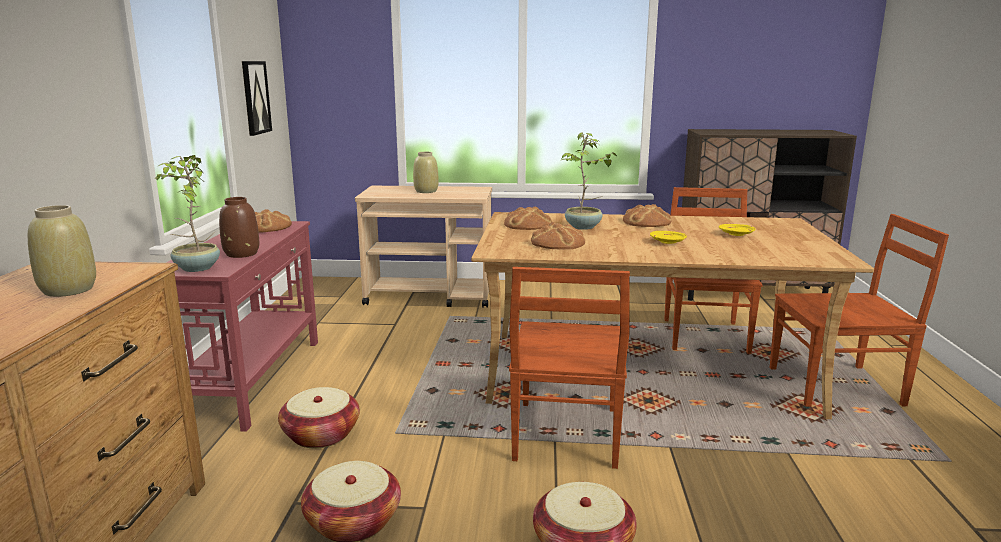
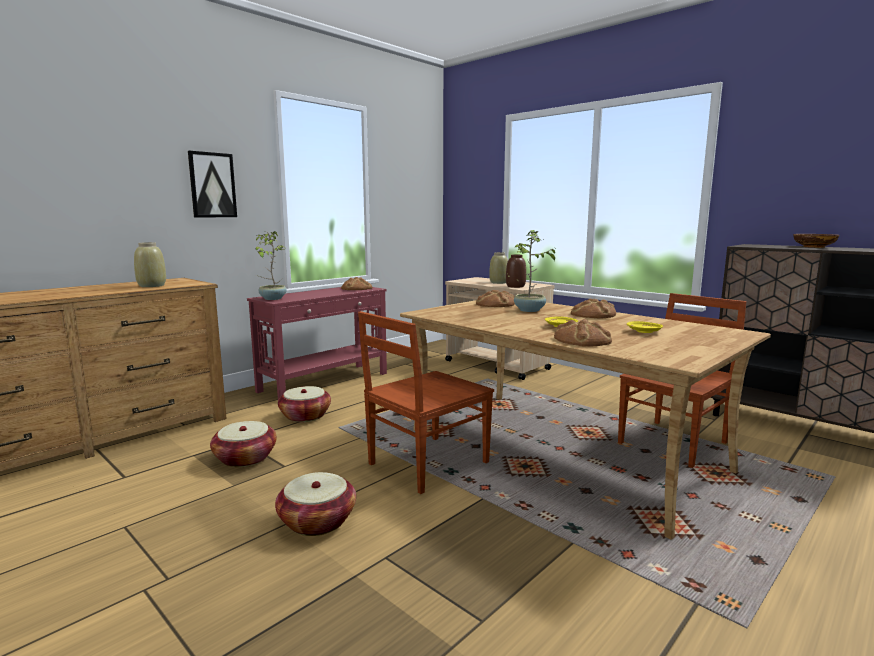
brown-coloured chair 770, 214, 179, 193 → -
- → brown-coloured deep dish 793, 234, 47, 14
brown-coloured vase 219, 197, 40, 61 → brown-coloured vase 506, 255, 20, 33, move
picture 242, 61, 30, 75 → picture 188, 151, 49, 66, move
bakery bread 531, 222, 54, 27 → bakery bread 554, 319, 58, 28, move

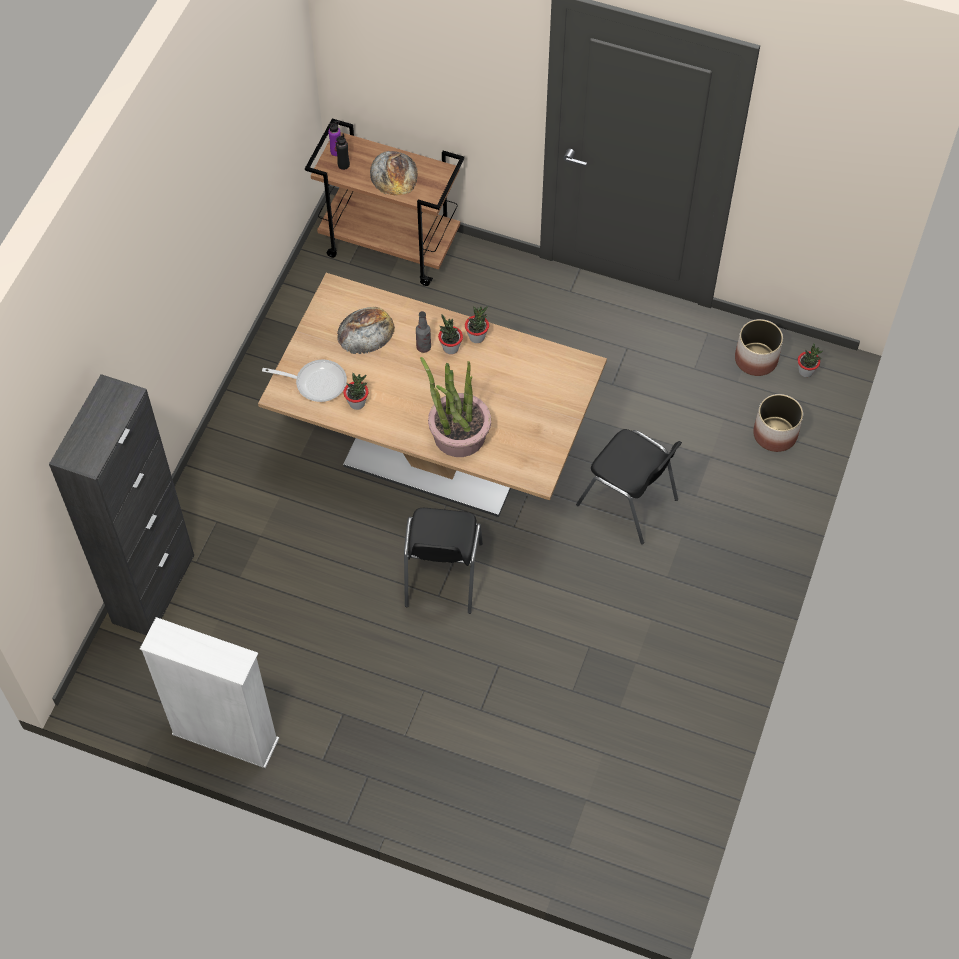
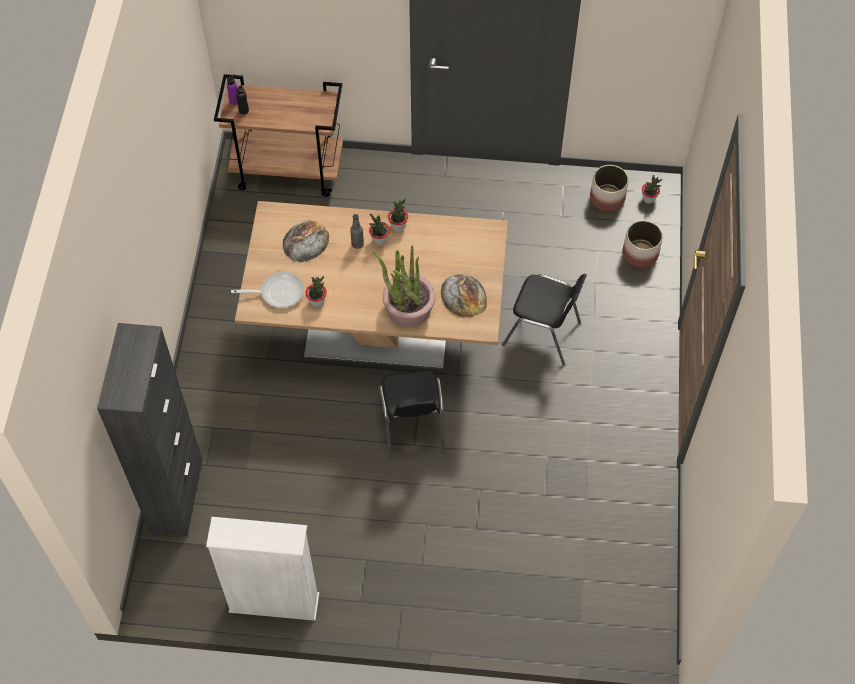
bakery bread 370, 151, 48, 44 → bakery bread 441, 274, 46, 43, move

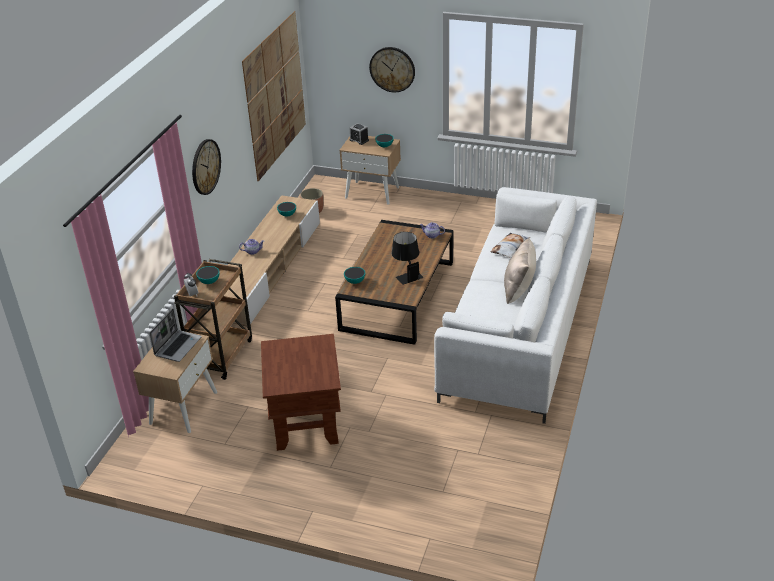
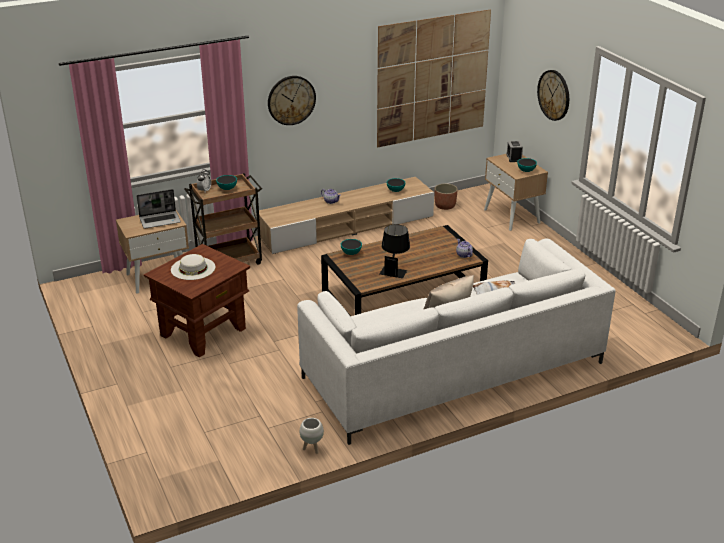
- → white-coloured wearable hat 171, 254, 44, 26
- → white-coloured planter 300, 418, 24, 36

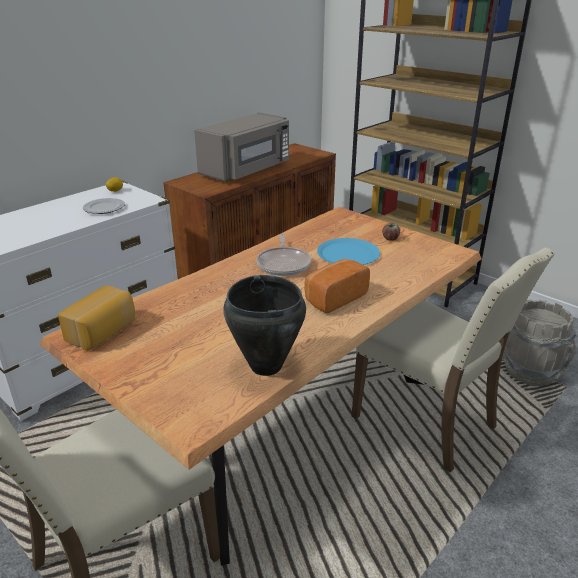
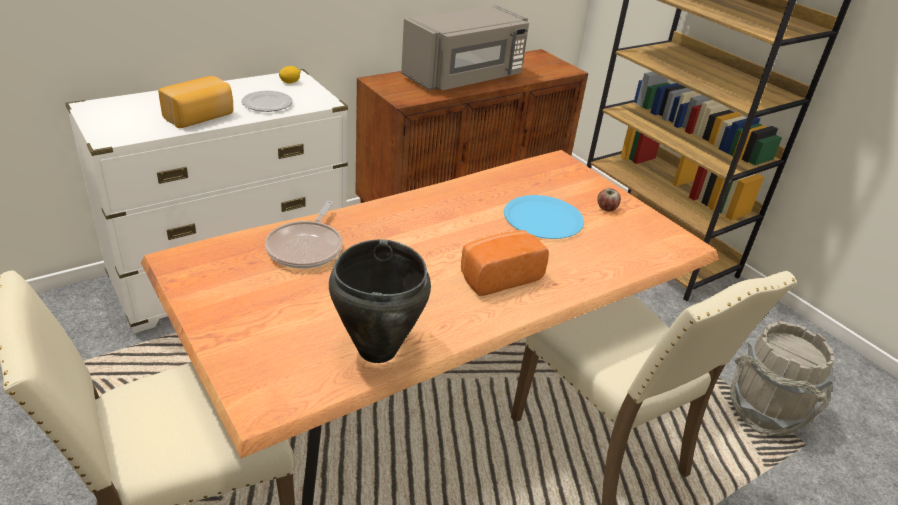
bakery bread 58, 286, 77, 65 → bakery bread 158, 76, 75, 52, move
pan 256, 234, 55, 42 → pan 265, 201, 78, 68, move

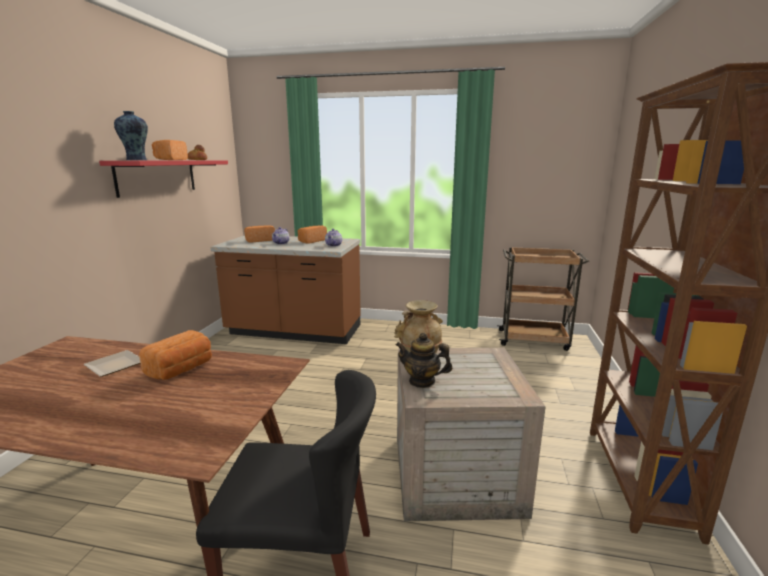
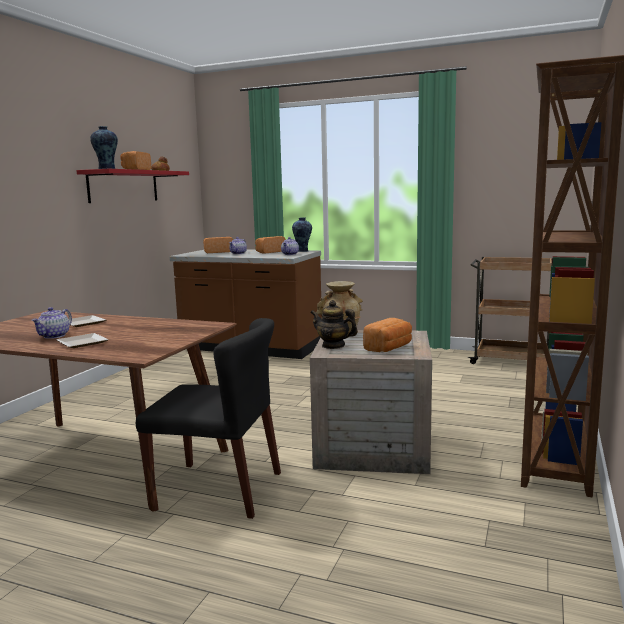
- → teapot 31, 307, 41, 32
- → flat dish 57, 333, 52, 15
- → vase 292, 217, 20, 35
bakery bread 139, 330, 73, 50 → bakery bread 363, 318, 49, 34, move

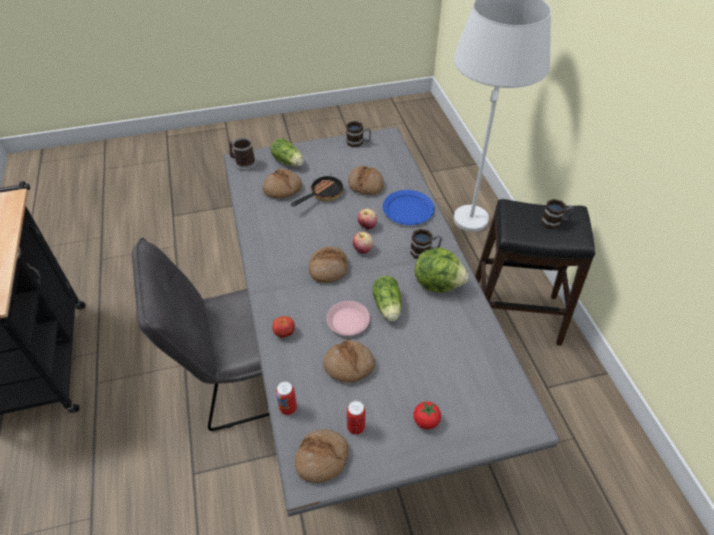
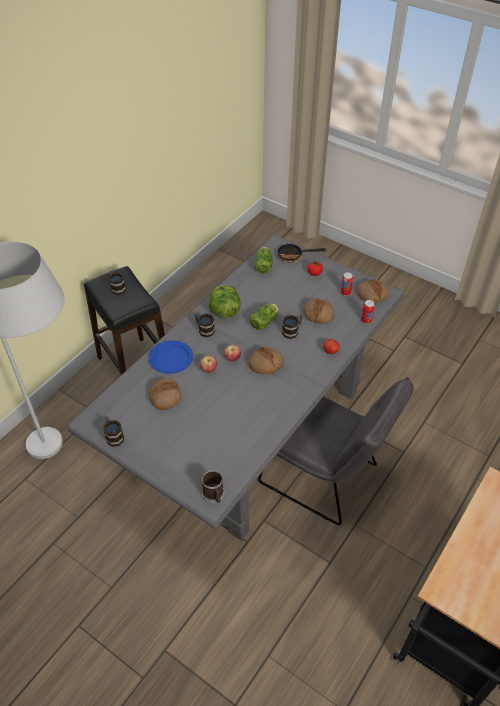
bakery bread 262, 169, 40, 29 → -
head of lettuce 271, 138, 33, 29 → head of lettuce 254, 247, 18, 26, move
pan 291, 170, 52, 36 → pan 277, 243, 49, 20, move
pink-coloured flat dish 327, 301, 43, 35 → coffee mug 282, 315, 20, 24

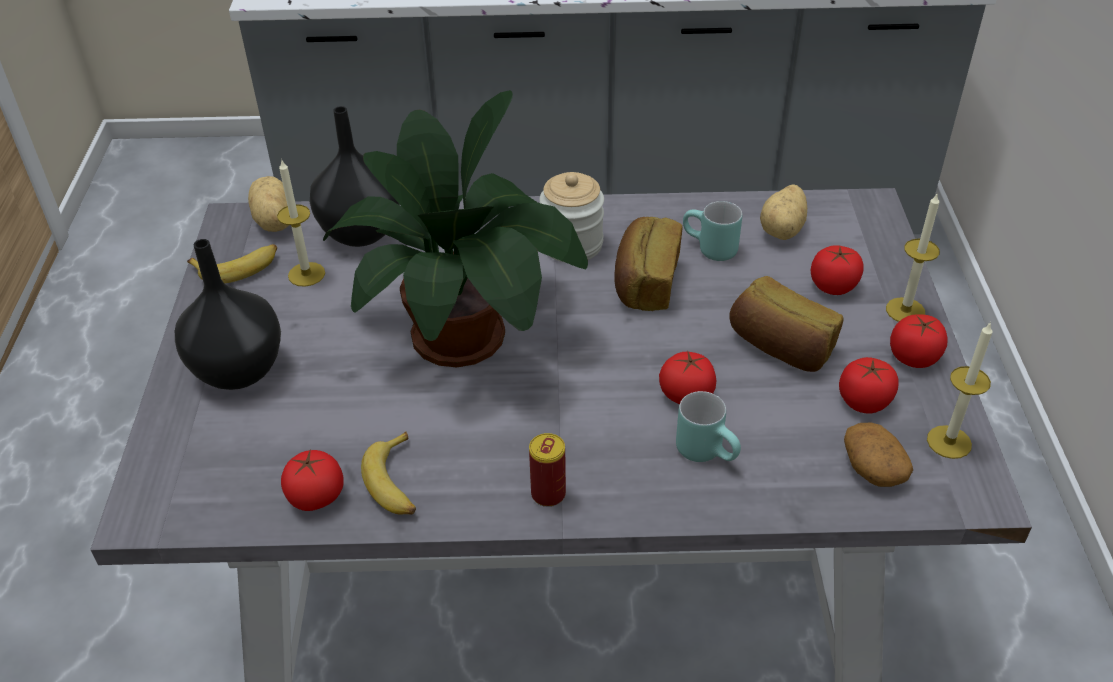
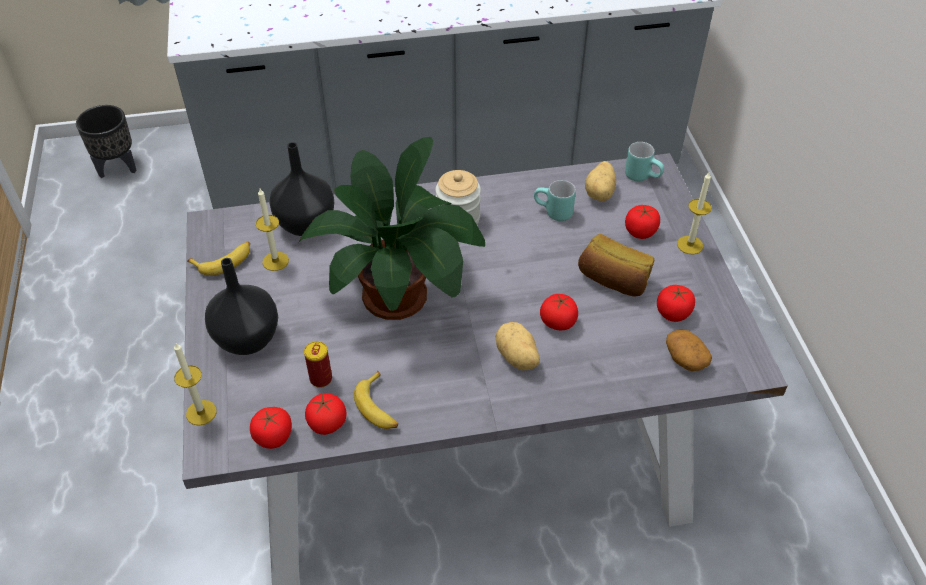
bakery bread 614, 217, 69, 94 → -
- → black planter 76, 105, 61, 73
whole potato 248, 176, 41, 56 → whole potato 495, 322, 45, 49, move
sealed can 529, 433, 37, 74 → sealed can 304, 341, 28, 47, move
turquoise coffee mug 676, 391, 65, 71 → turquoise coffee mug 625, 142, 39, 40, move
fresh tomato 890, 314, 58, 54 → fresh tomato 250, 407, 42, 42, move
wax candle 927, 322, 66, 137 → wax candle 174, 342, 43, 84, move

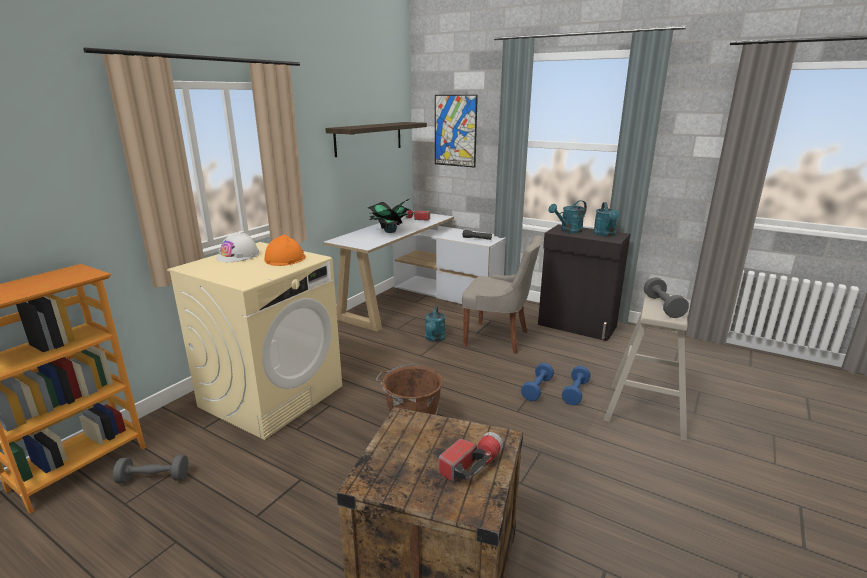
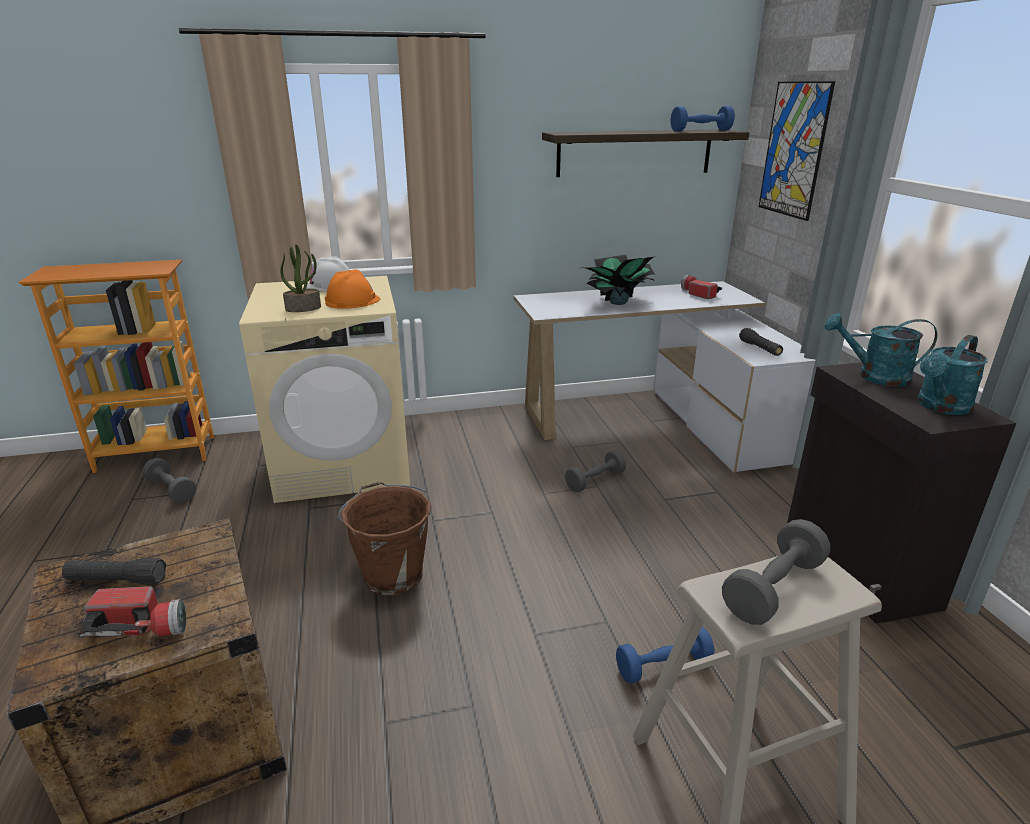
greyish chair 462, 235, 80, 119 → -
- → black torch 62, 558, 104, 27
- → potted plant 280, 244, 41, 68
blue-coloured dumbbell 521, 363, 33, 38 → blue-coloured dumbbell 670, 106, 65, 26, move
turquoise watering can 425, 306, 21, 36 → greyish dumbbell 565, 450, 61, 42

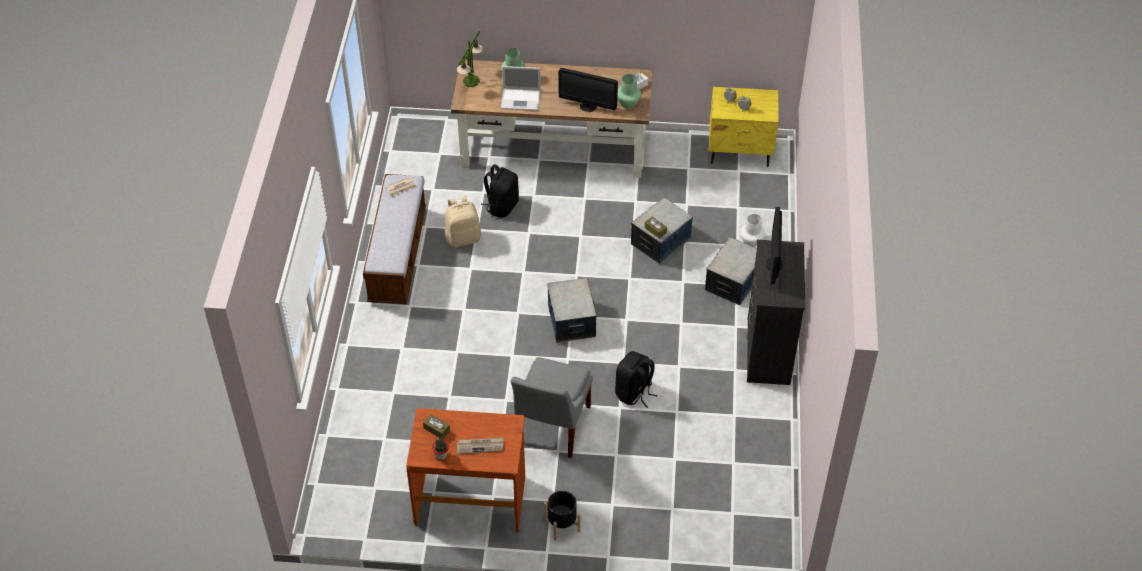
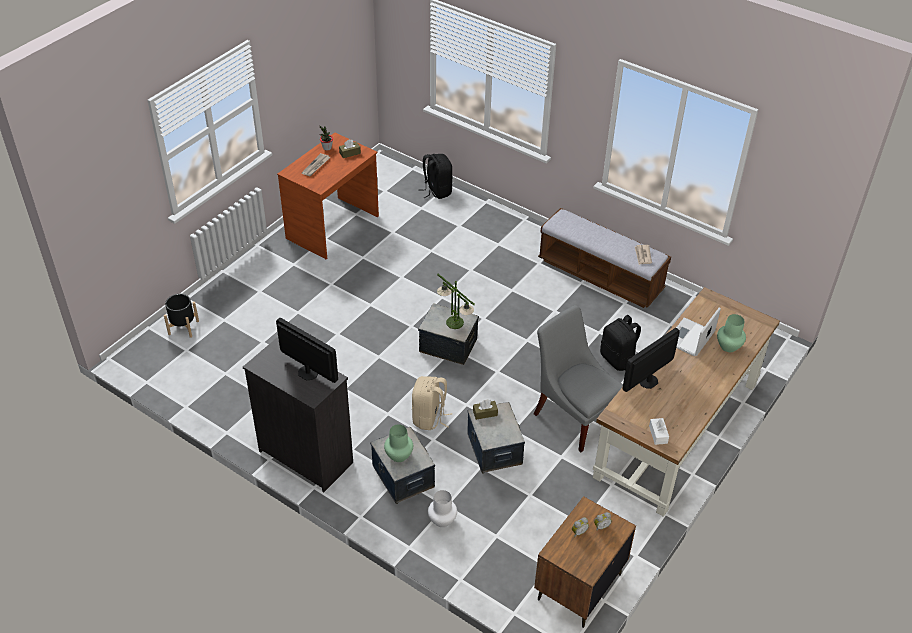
beige rucksack 445, 195, 36, 53 → beige rucksack 412, 376, 41, 54, move
lamp for a table 457, 31, 26, 56 → lamp for a table 437, 274, 38, 55, move
greyish chair 511, 357, 82, 101 → greyish chair 534, 305, 89, 147, move
black planter 544, 491, 37, 50 → black planter 164, 294, 35, 44, move
black rucksack 615, 351, 43, 57 → black rucksack 423, 154, 30, 45, move
green-coloured vase 617, 74, 24, 35 → green-coloured vase 384, 424, 29, 38, move
yellow-coloured nightstand 709, 87, 70, 80 → brown-coloured nightstand 534, 496, 102, 132

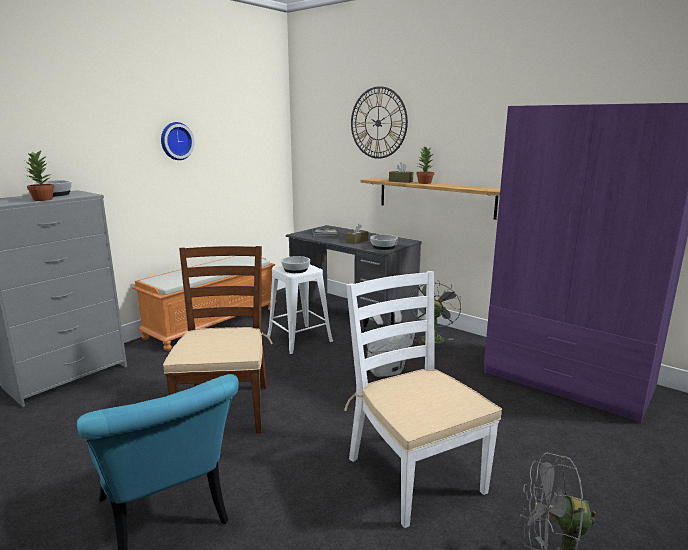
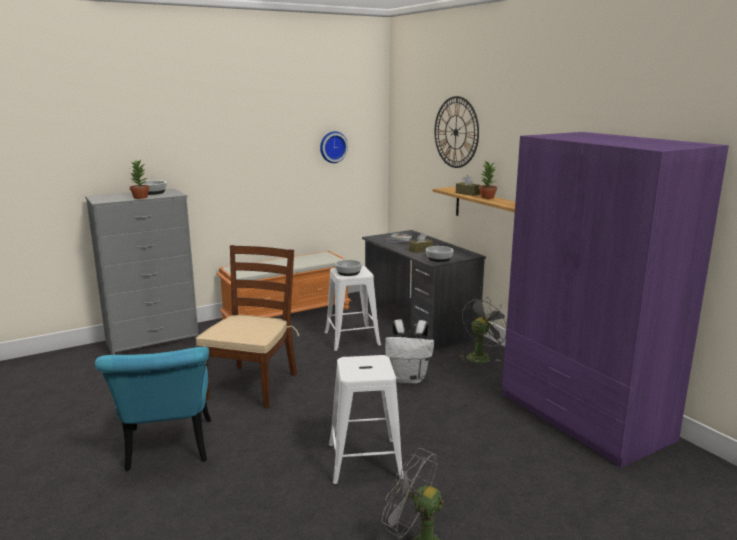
wall clock 161, 122, 33, 38 → wall clock 320, 131, 28, 32, move
white-coloured chair 344, 271, 158, 257 → white-coloured stool 329, 355, 75, 130

